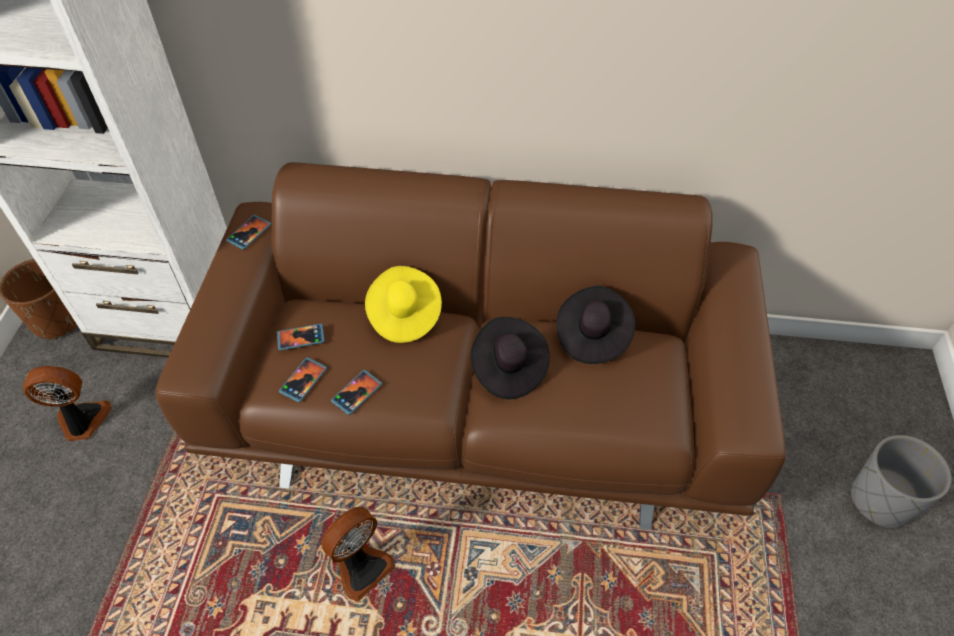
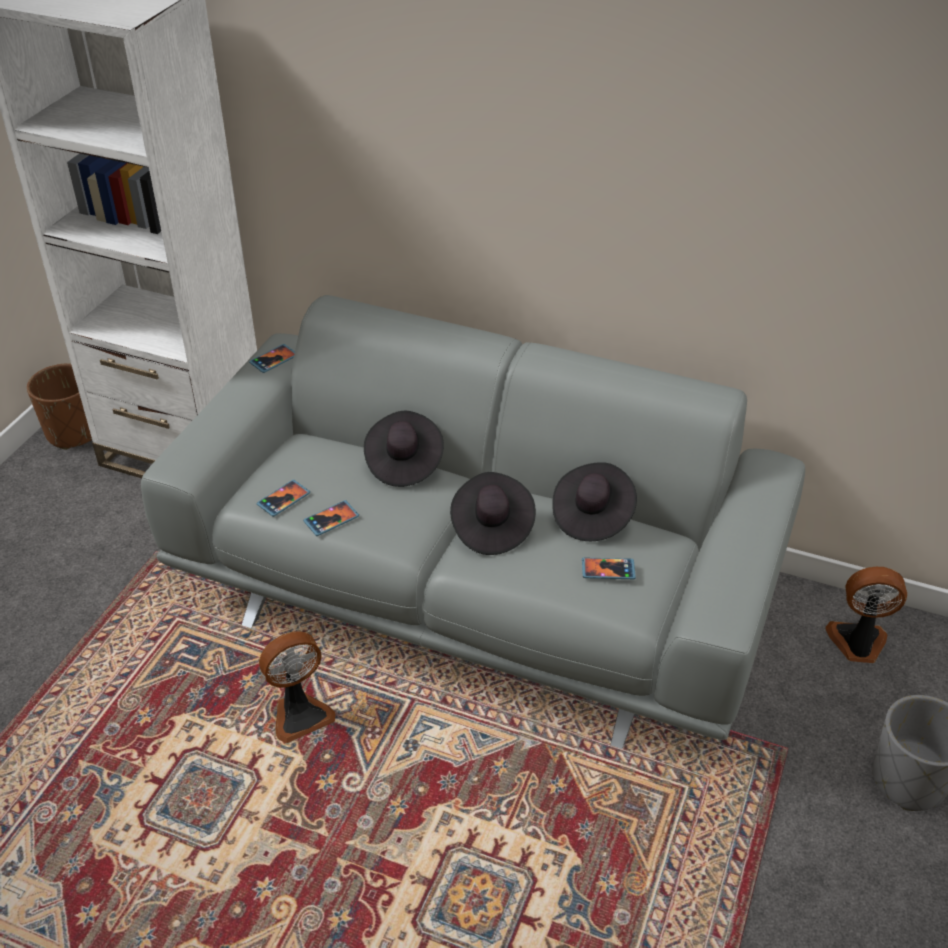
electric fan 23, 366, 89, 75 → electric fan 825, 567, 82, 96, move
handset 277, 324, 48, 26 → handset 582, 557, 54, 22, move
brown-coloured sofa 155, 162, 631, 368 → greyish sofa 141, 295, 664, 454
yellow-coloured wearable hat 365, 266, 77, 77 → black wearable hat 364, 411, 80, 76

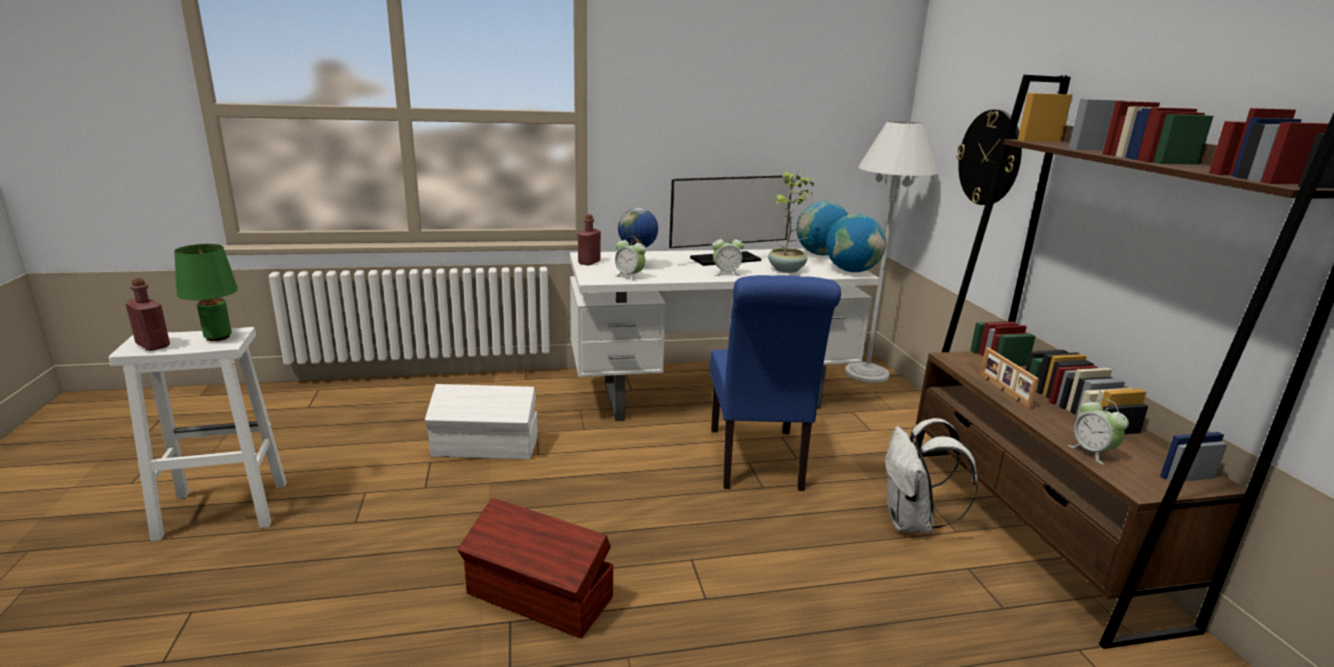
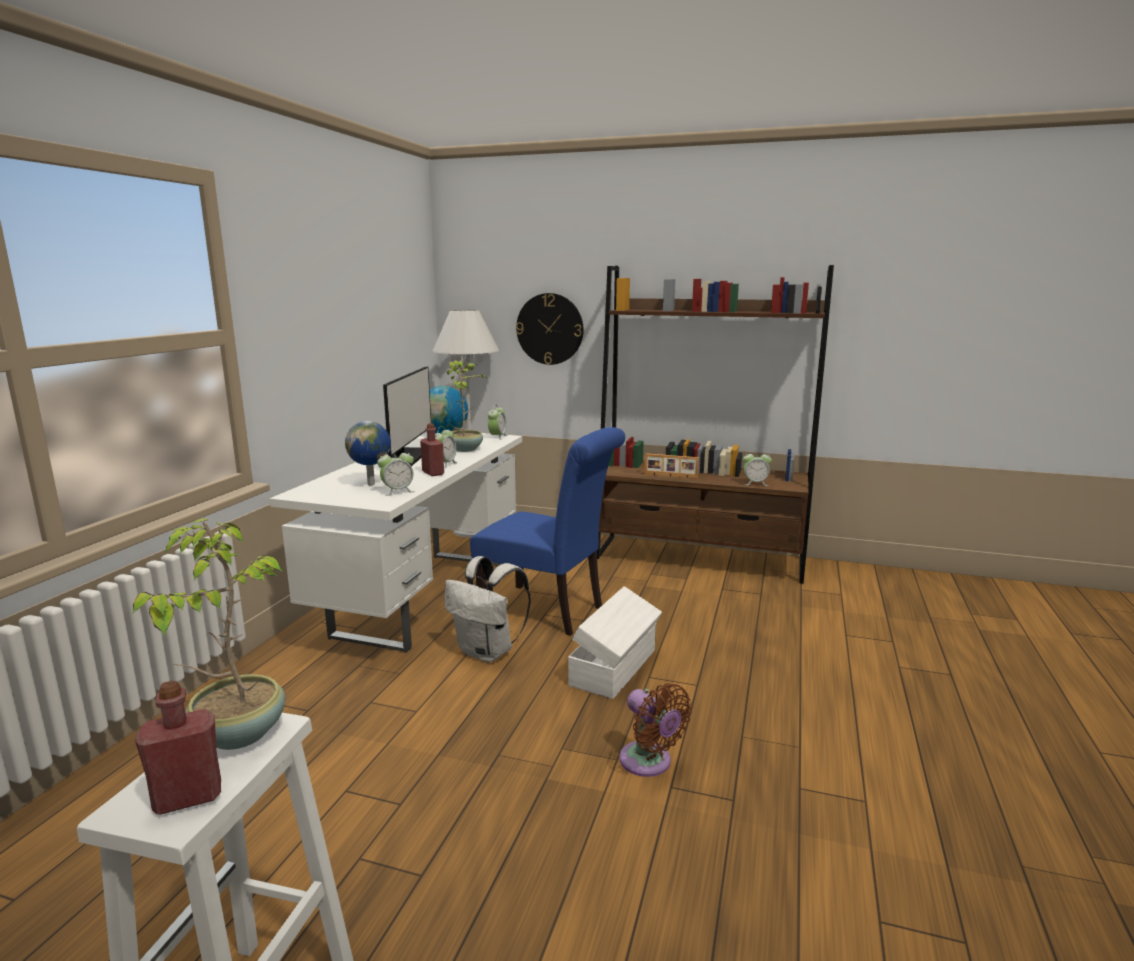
white-coloured storage container 425, 384, 113, 75 → white-coloured storage container 568, 586, 94, 113, move
reddish beverage bottle 578, 214, 23, 52 → reddish beverage bottle 420, 423, 24, 53, move
white-coloured rucksack 885, 418, 93, 115 → white-coloured rucksack 444, 556, 87, 106, move
green-coloured lamp for a table 174, 244, 64, 97 → potted plant 133, 518, 152, 232
brown-coloured storage container 457, 498, 156, 140 → brown-coloured electric fan 619, 683, 73, 94
desk globe 826, 214, 60, 58 → alarm clock 488, 404, 19, 36

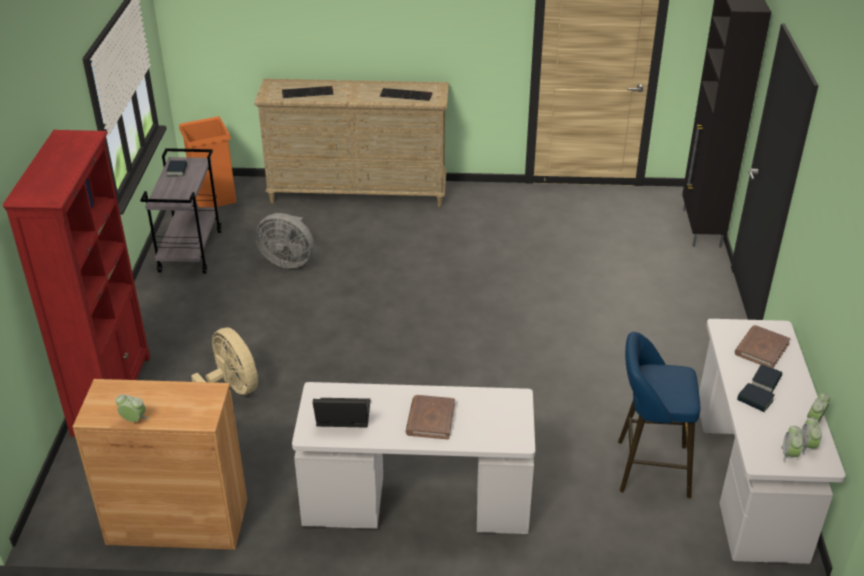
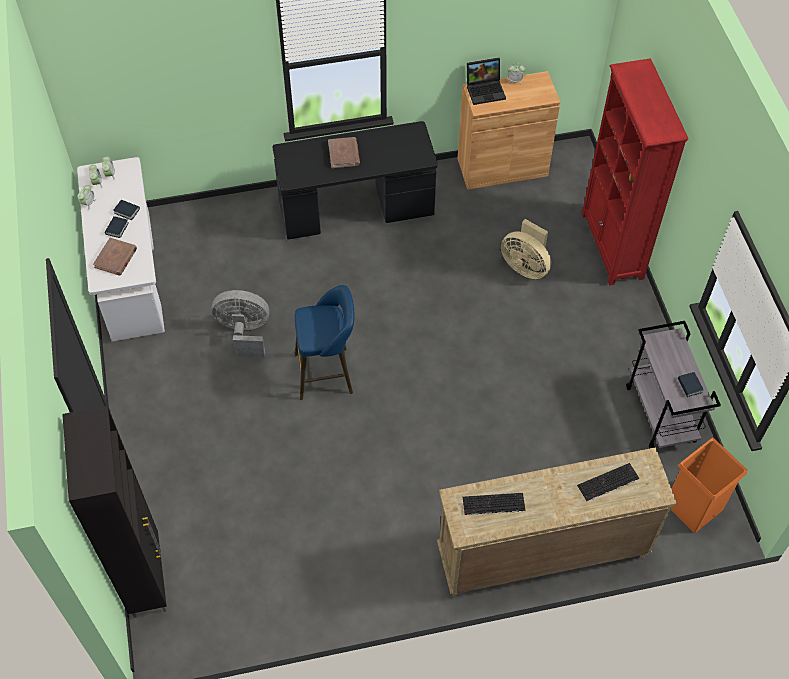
greyish electric fan 255, 213, 59, 55 → greyish electric fan 211, 290, 58, 68, move
laptop 313, 398, 57, 30 → laptop 467, 58, 39, 47, move
blue-coloured stool 618, 332, 82, 166 → blue-coloured stool 295, 285, 59, 115, move
white-coloured desk unit 292, 382, 243, 152 → black desk unit 272, 121, 166, 119

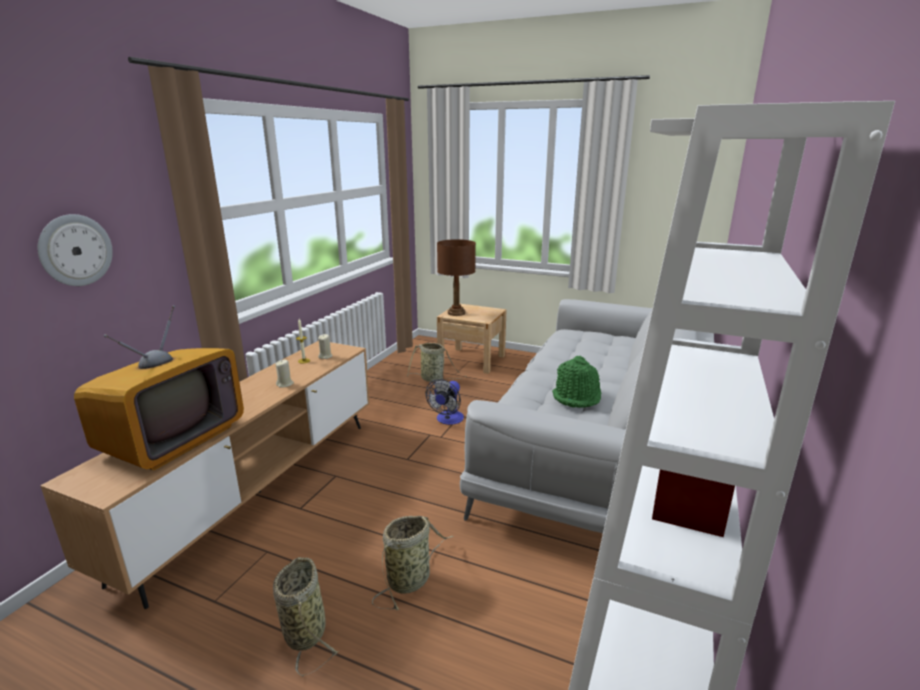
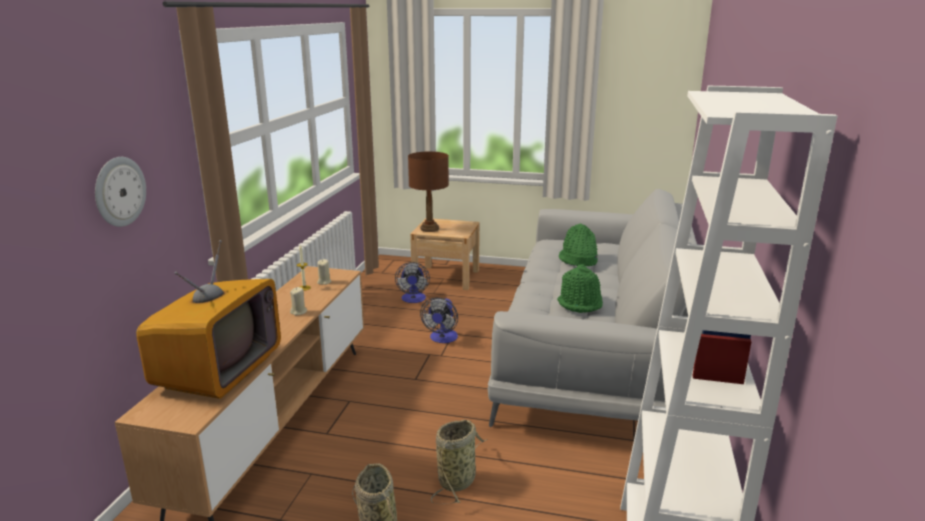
- → green-coloured wearable hat 559, 223, 38, 43
storage basket 407, 343, 60, 39 → electric fan 395, 262, 35, 41

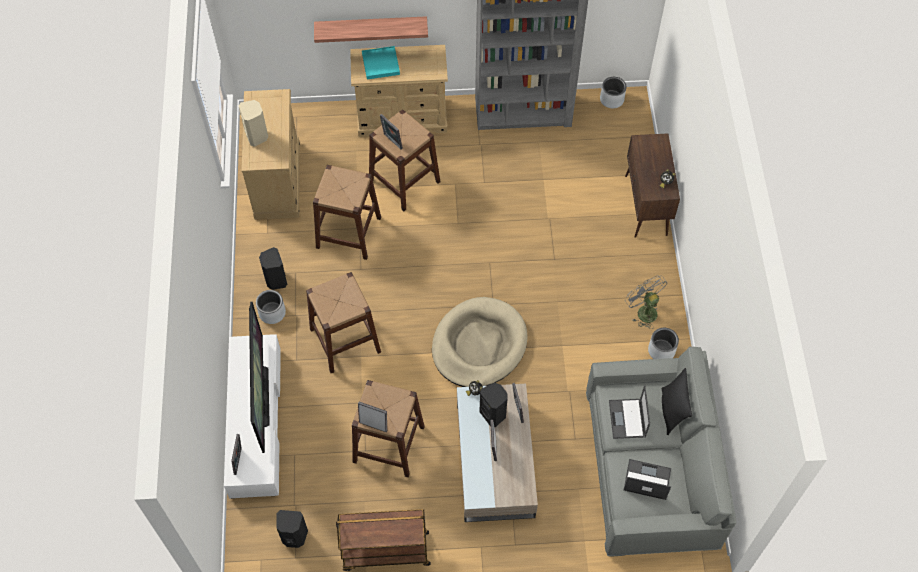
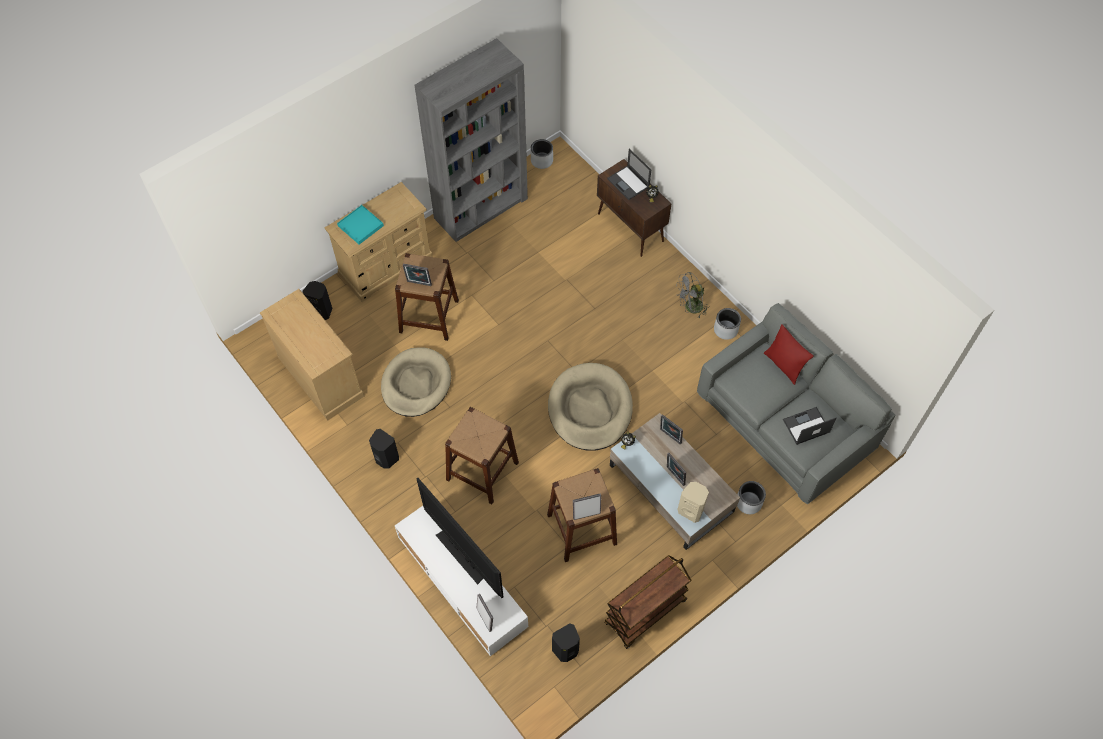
bracket shelf 314, 16, 114, 27 → -
beige audio speaker 239, 100, 29, 47 → beige audio speaker 678, 482, 31, 41, move
greyish planter 256, 290, 30, 34 → greyish planter 737, 481, 29, 33, move
black audio speaker 479, 383, 28, 44 → black audio speaker 303, 281, 30, 39, move
laptop 609, 385, 41, 54 → laptop 607, 148, 44, 52, move
brown-coloured stool 313, 165, 68, 95 → beige dog cushion 381, 347, 70, 70
black cushion 661, 368, 31, 67 → reddish cushion 764, 324, 49, 61
greyish electric fan 625, 275, 43, 54 → greyish electric fan 676, 272, 33, 46, 45 degrees counterclockwise

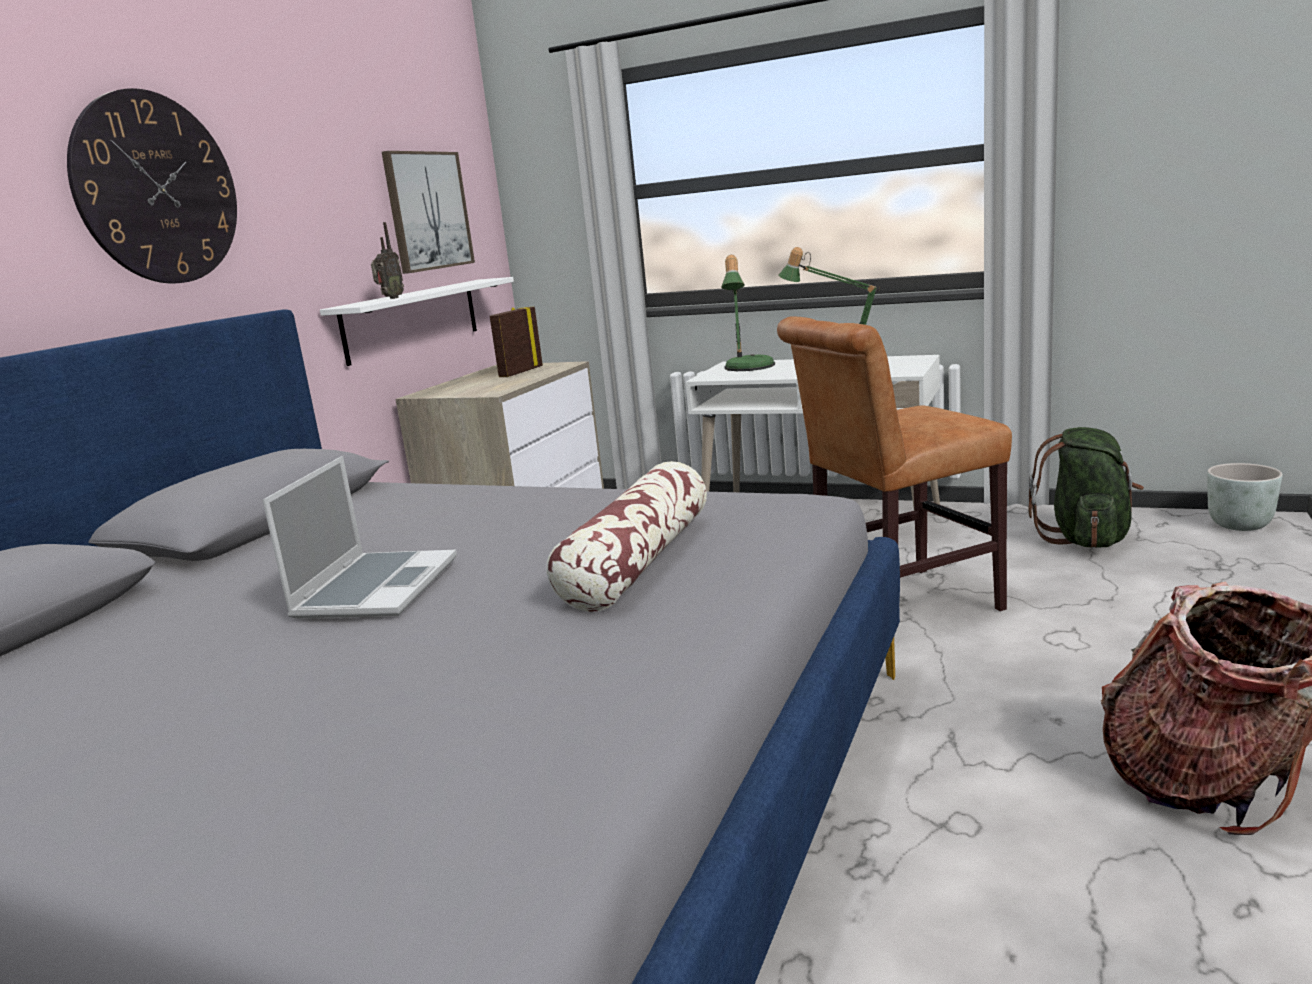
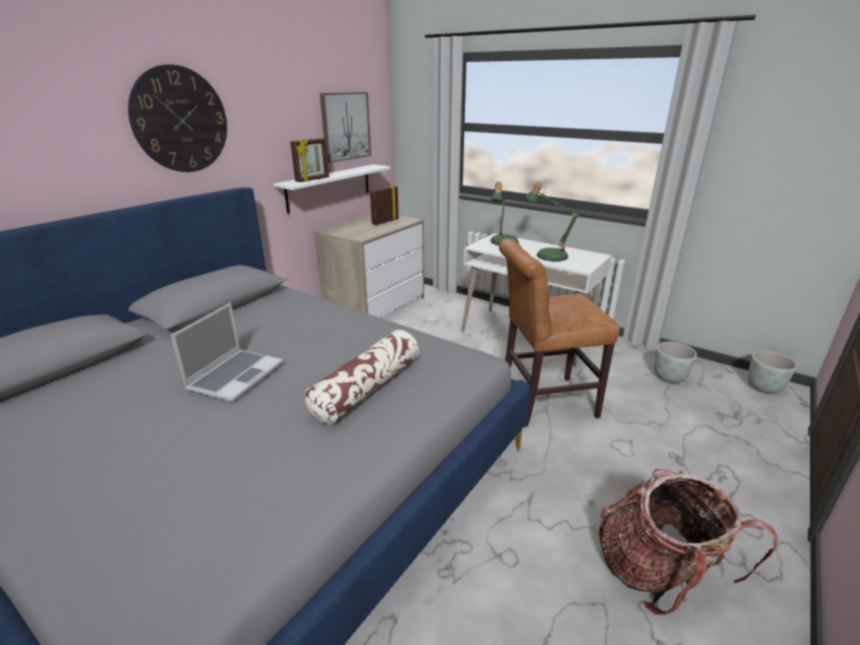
radio 371, 222, 33, 77 → photo frame 290, 138, 39, 44
green-coloured rucksack 1028, 427, 116, 121 → greyish planter 654, 342, 43, 41

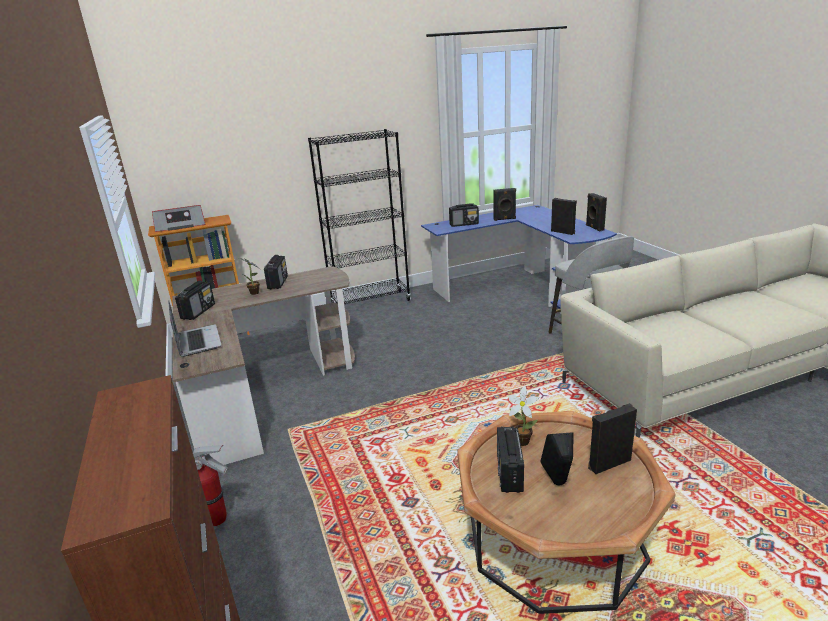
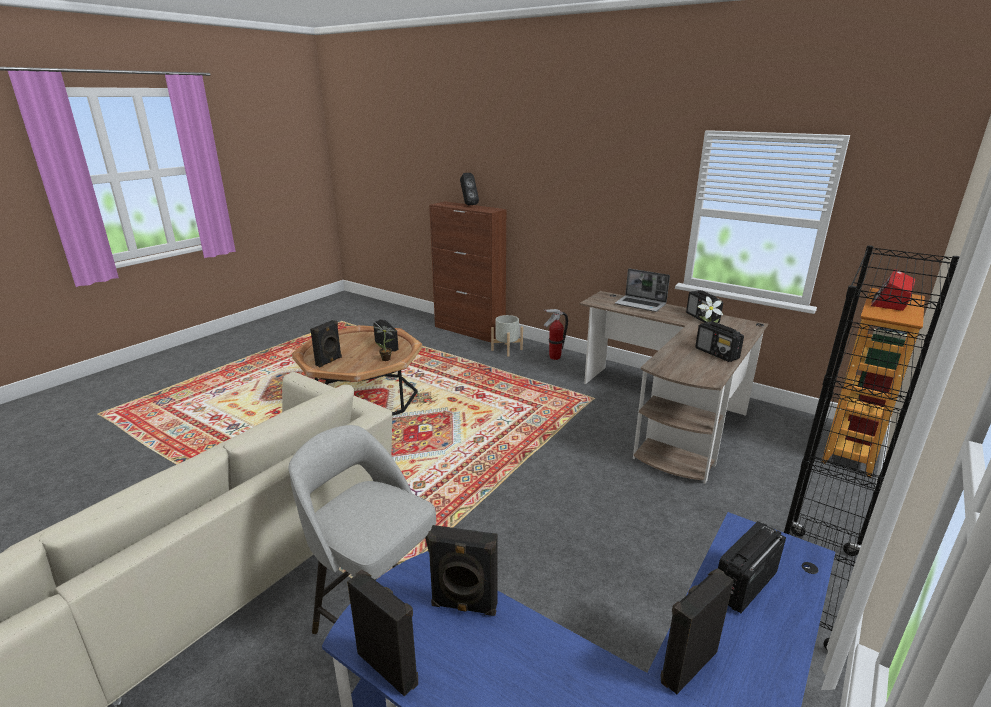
- → greyish planter 491, 315, 32, 42
black audio speaker 541, 432, 33, 53 → black audio speaker 460, 173, 19, 32, move

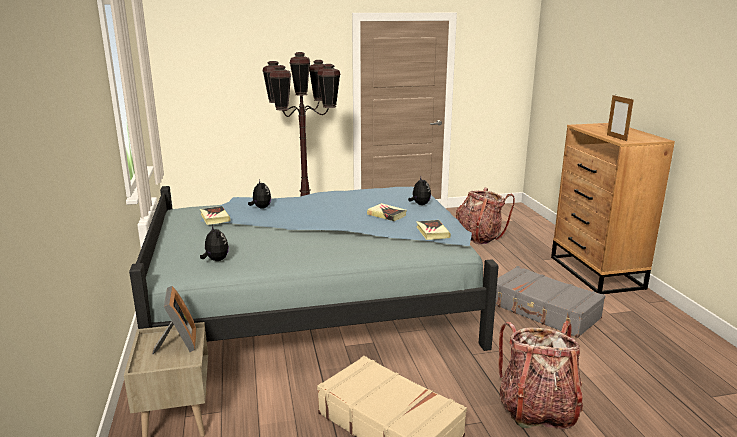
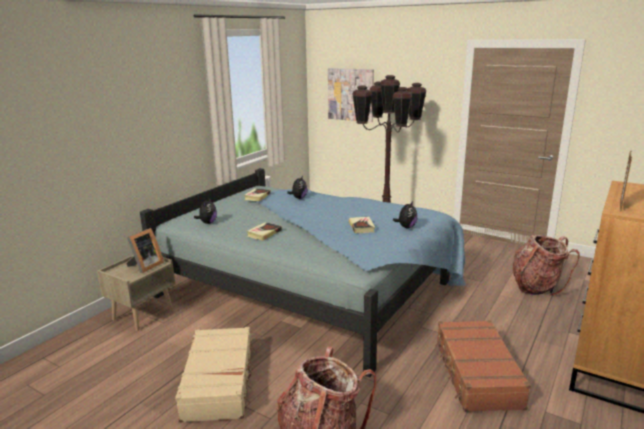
- → picture 328, 68, 46, 54
book 416, 220, 35, 20 → book 247, 222, 35, 19, move
greyish suitcase 495, 266, 110, 72 → brown-coloured suitcase 435, 320, 96, 92

